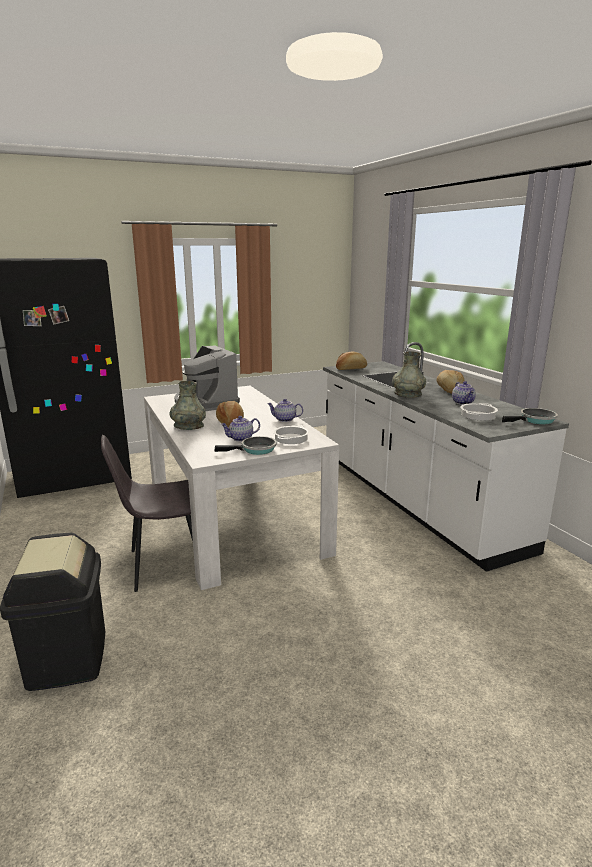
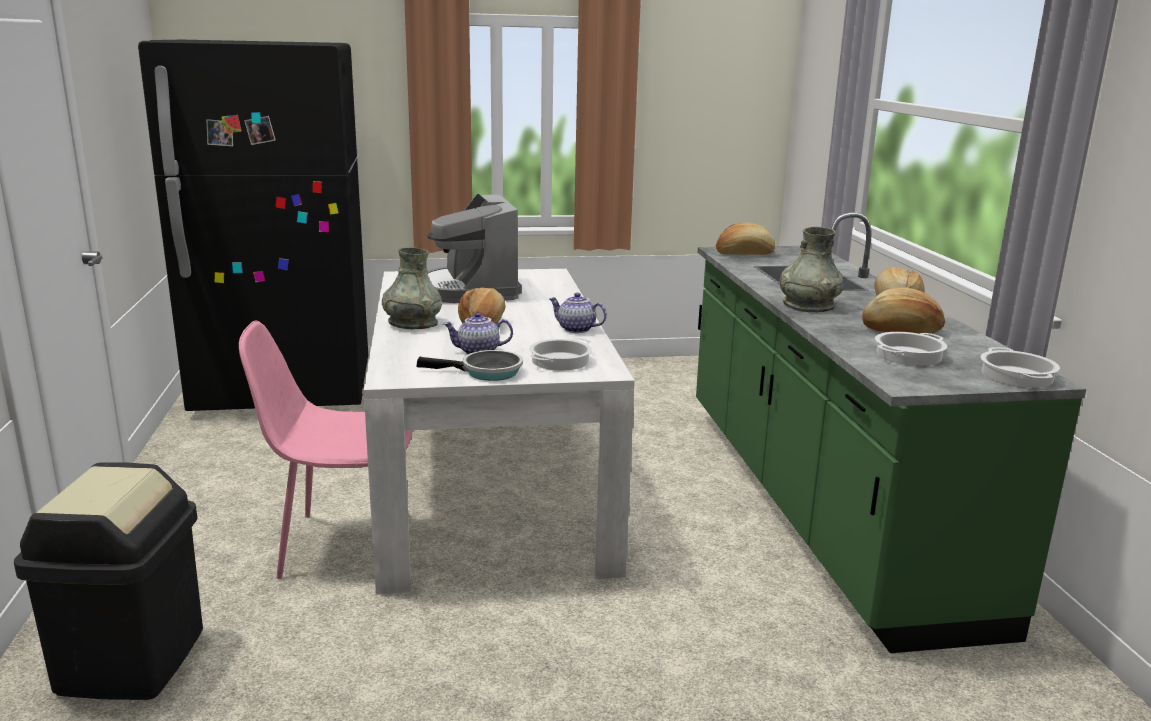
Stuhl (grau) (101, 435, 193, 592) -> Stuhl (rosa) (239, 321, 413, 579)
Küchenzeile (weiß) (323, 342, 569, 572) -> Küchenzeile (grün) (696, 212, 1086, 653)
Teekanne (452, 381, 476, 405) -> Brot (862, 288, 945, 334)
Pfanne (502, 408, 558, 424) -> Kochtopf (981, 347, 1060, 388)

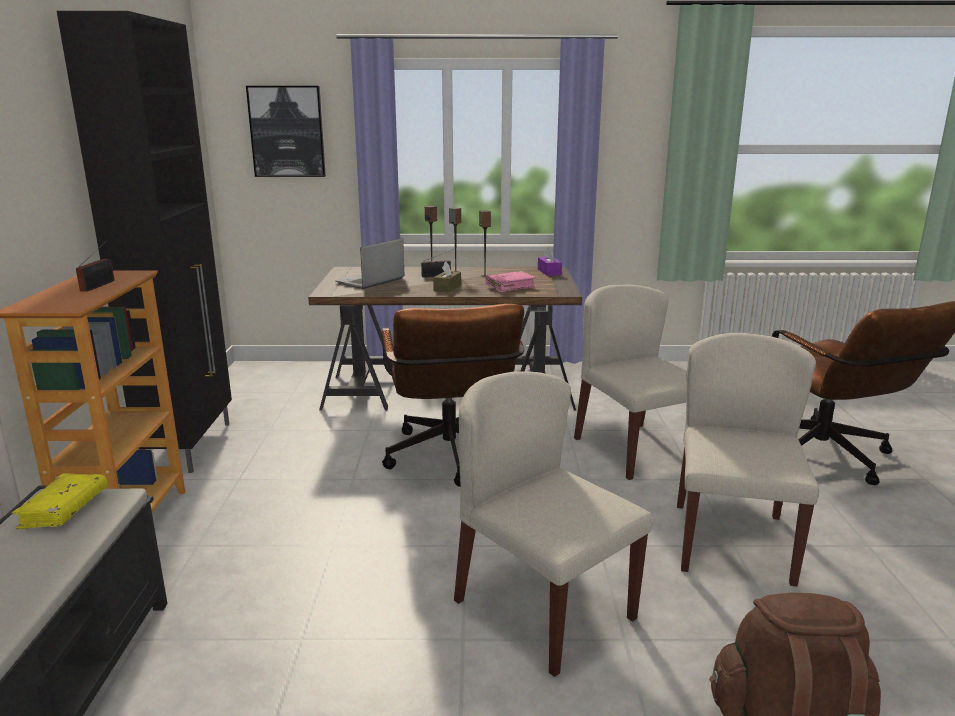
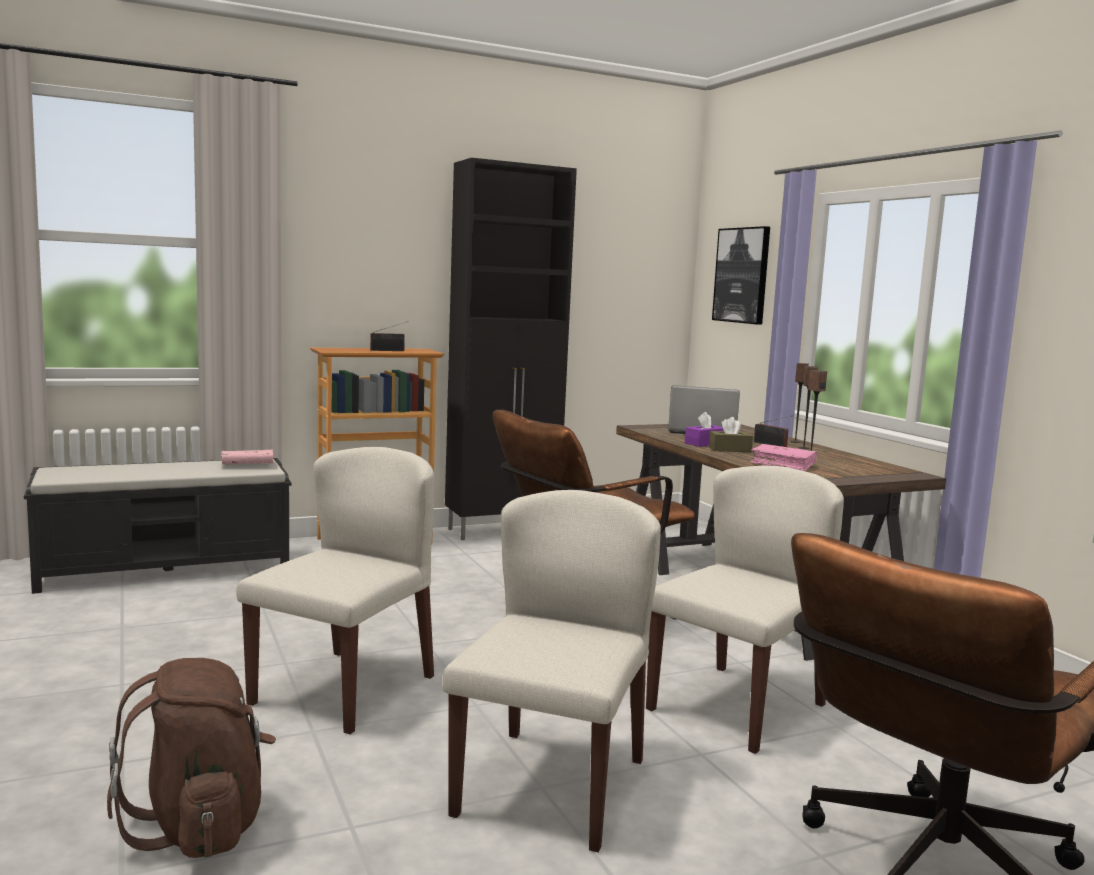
Buch (gelb) (11, 473, 107, 529) -> Buch (rosa) (221, 449, 274, 465)
Stuhl (beige) (677, 333, 819, 587) -> Stuhl (beige) (443, 490, 661, 852), 60 degrees counterclockwise
Taschentuchbox (lila) (538, 248, 562, 276) -> Taschentuchbox (lila) (685, 412, 724, 447), relocated

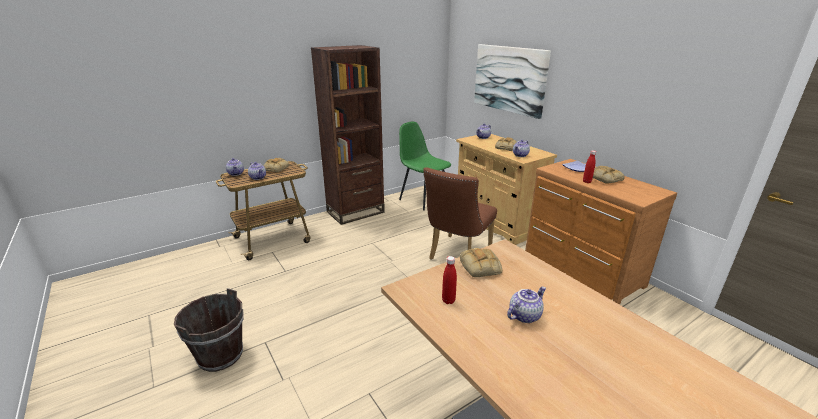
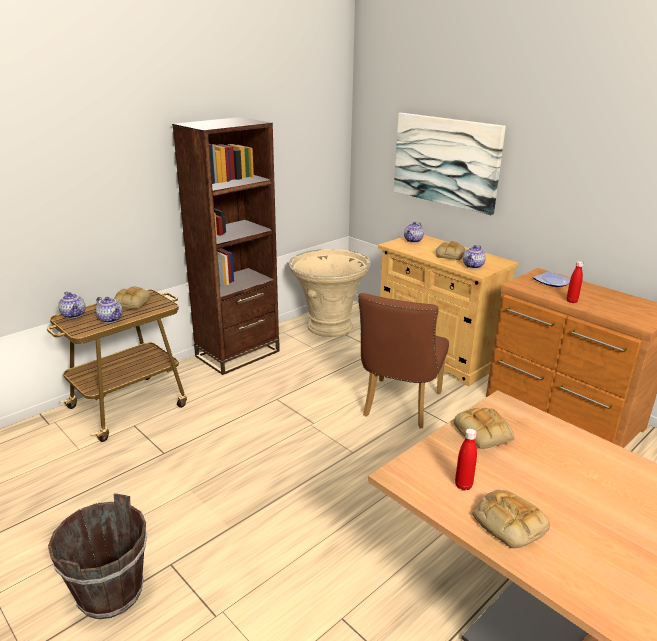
Stuhl (grün) (399, 122, 451, 211) -> Pflanzkübel (beige) (289, 249, 371, 337)
Brot (593, 166, 625, 184) -> Brot (472, 490, 550, 548), relocated
Teekanne (507, 287, 546, 323) -> none

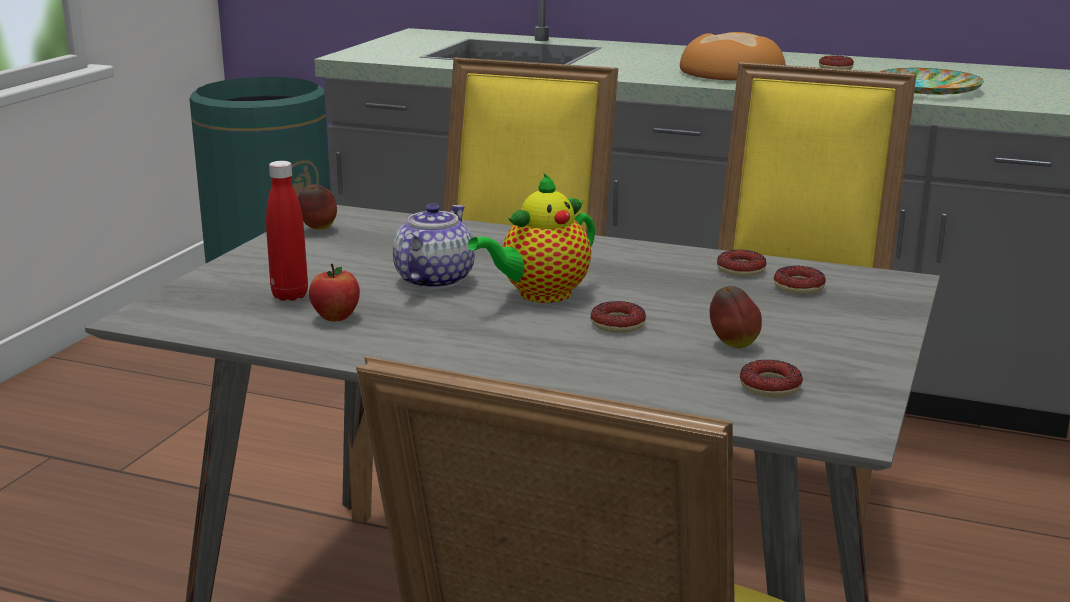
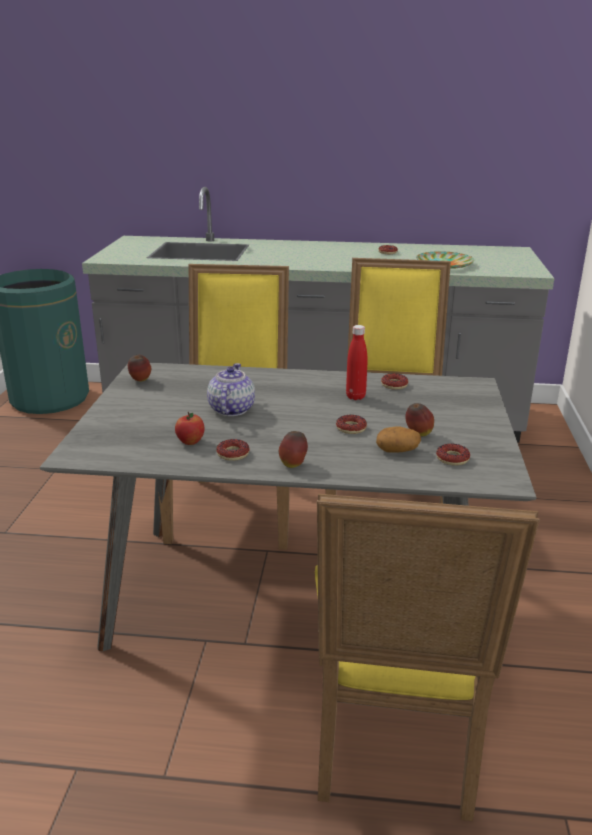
Donut (774, 266, 826, 294) -> Donut (216, 439, 250, 461), relocated
none -> Apfel (279, 431, 308, 468)
Flasche (rot) (266, 161, 308, 301) -> Flasche (rot) (346, 325, 368, 400), relocated
none -> Kartoffel (376, 426, 421, 453)
Teekanne (468, 173, 595, 303) -> none
Brot (680, 32, 786, 81) -> none

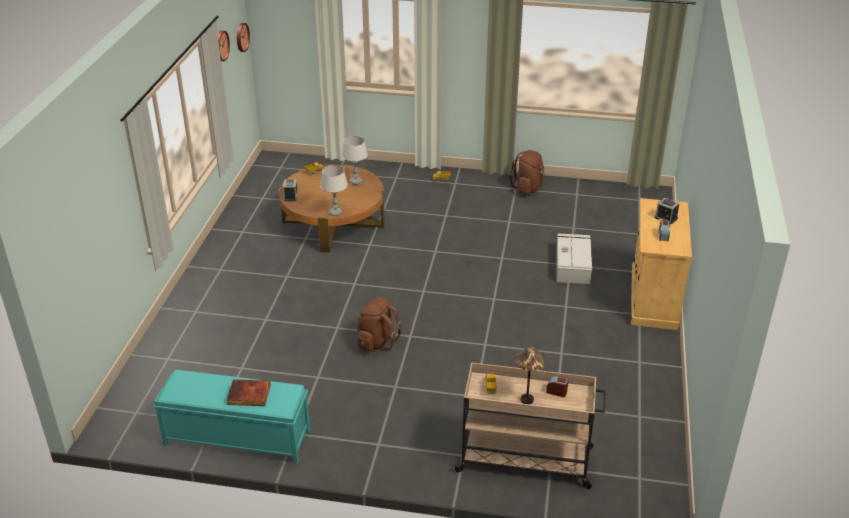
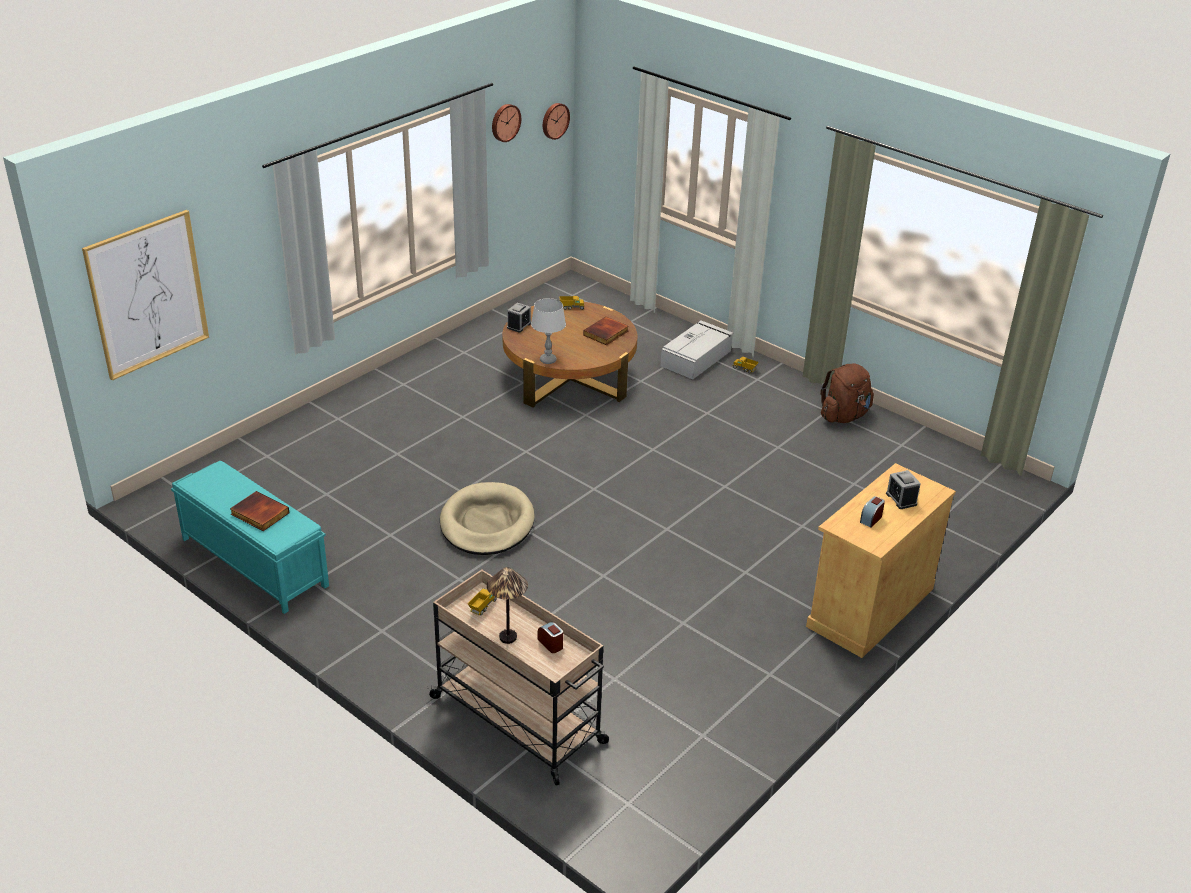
none -> Bild (82, 210, 209, 381)
Rucksack (braun) (357, 297, 402, 352) -> Hundebett (beige) (440, 482, 535, 555)
Tischlampe (grau) (342, 136, 368, 185) -> Buch (583, 317, 628, 345)
Aufbewahrungsbox (grau) (556, 233, 592, 284) -> Aufbewahrungsbox (grau) (660, 320, 733, 379), relocated

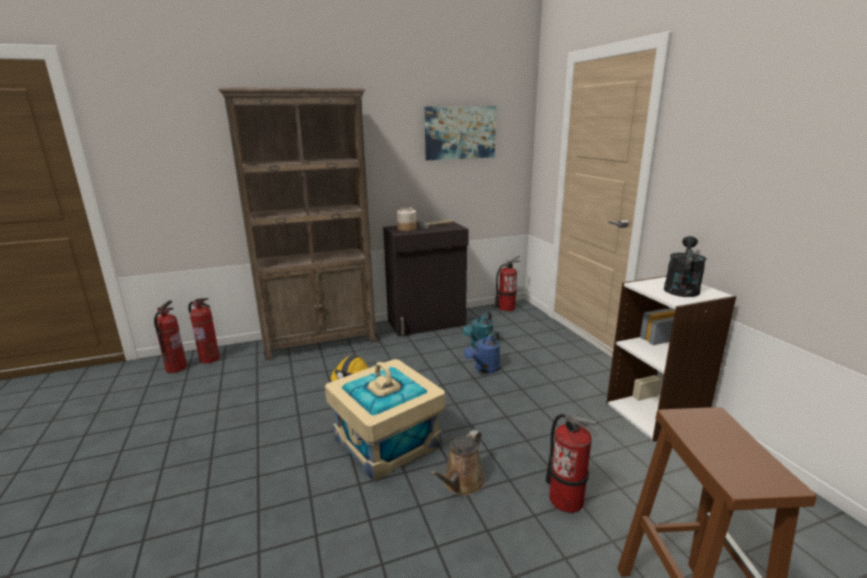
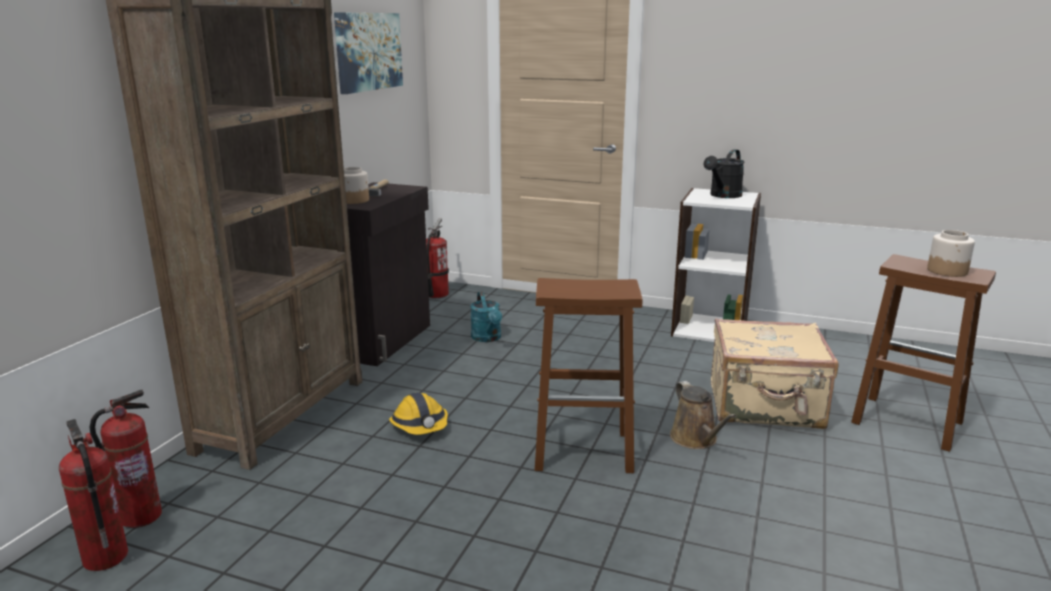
Aufbewahrungsbox (beige) (325, 359, 445, 482) -> Hocker (braun) (535, 278, 642, 473)
Gießkanne (schwarz) (664, 236, 707, 297) -> Gießkanne (schwarz) (704, 149, 745, 198), 120 degrees counterclockwise
Feuerlöscher (546, 414, 598, 513) -> Koffer (beige) (711, 318, 838, 429)
none -> Vorratsglas (927, 230, 975, 277)
Gießkanne (blau) (464, 331, 500, 374) -> none

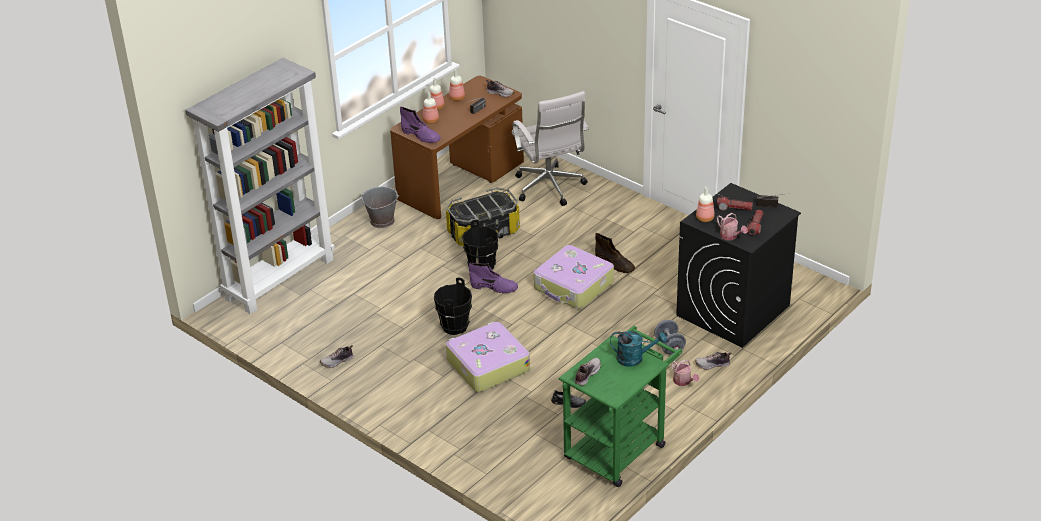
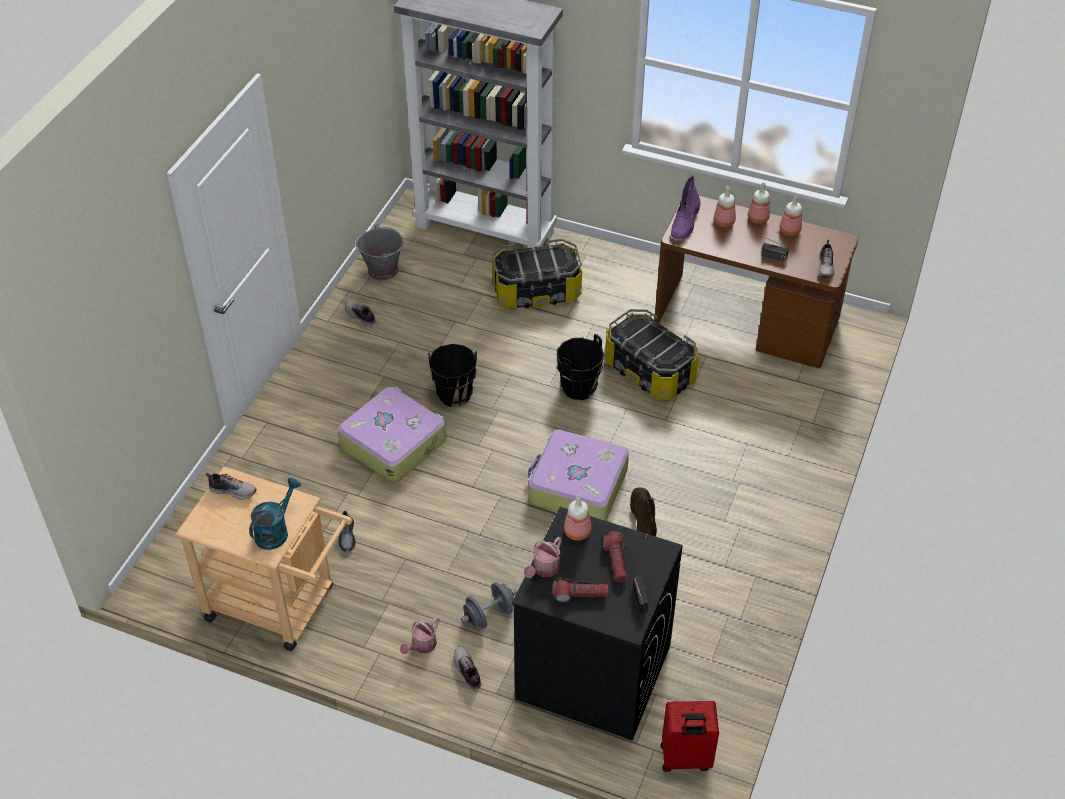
Rollwagen (grün) (559, 326, 682, 487) -> Rollwagen (beige) (175, 466, 352, 651)
Gießkanne (türkis) (610, 331, 667, 367) -> Gießkanne (türkis) (249, 478, 301, 550), 135 degrees counterclockwise
Eimer (grau) (361, 187, 399, 228) -> Eimer (grau) (355, 224, 404, 281), relocated
none -> Aufbewahrungsbox (492, 239, 582, 309)
Stiefel (braun) (595, 233, 635, 273) -> Stiefel (braun) (630, 487, 657, 536), 150 degrees clockwise
none -> Koffer (rot) (661, 701, 719, 772)
Stiefel (lila) (469, 263, 518, 293) -> none
Bürostuhl (weiß) (512, 91, 589, 206) -> none

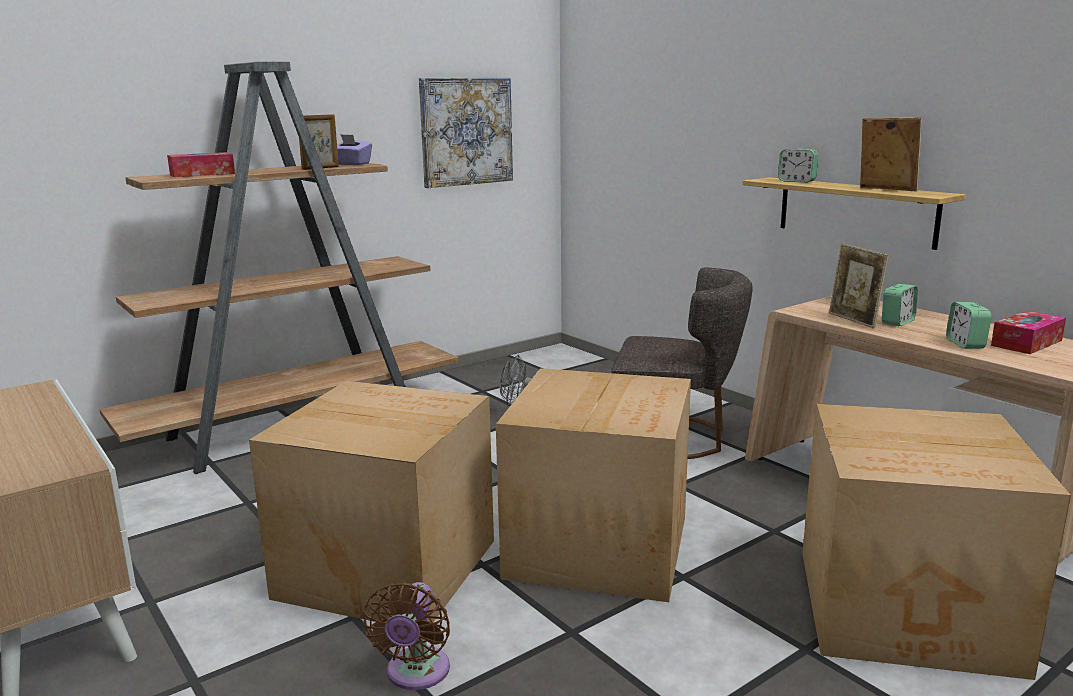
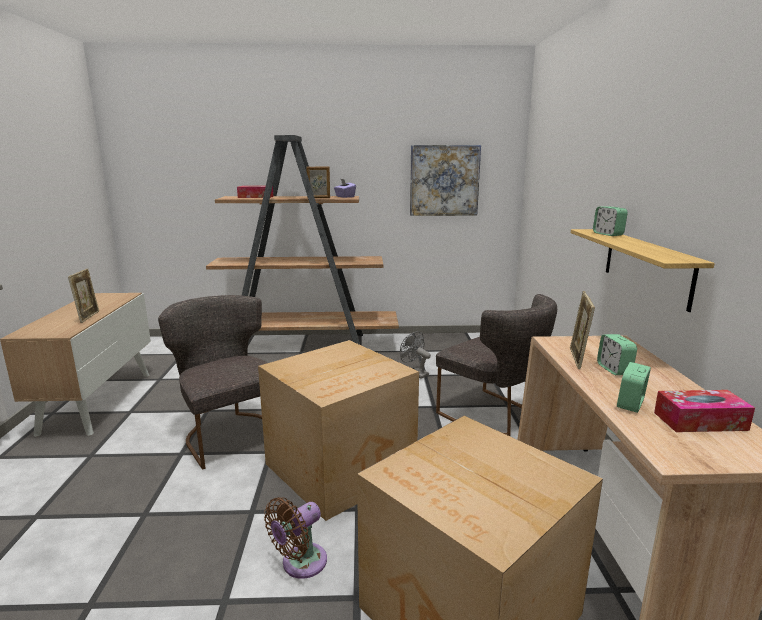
Bilderrahmen (860, 117, 922, 191) -> Bilderrahmen (68, 269, 99, 323), relocated
Karton (249, 381, 494, 622) -> Stuhl (grau) (158, 295, 268, 470)
Ventilator (braun) (363, 582, 450, 690) -> Ventilator (braun) (264, 497, 327, 579), relocated
Wecker (882, 284, 918, 326) -> Wecker (597, 334, 637, 375), 90 degrees clockwise

